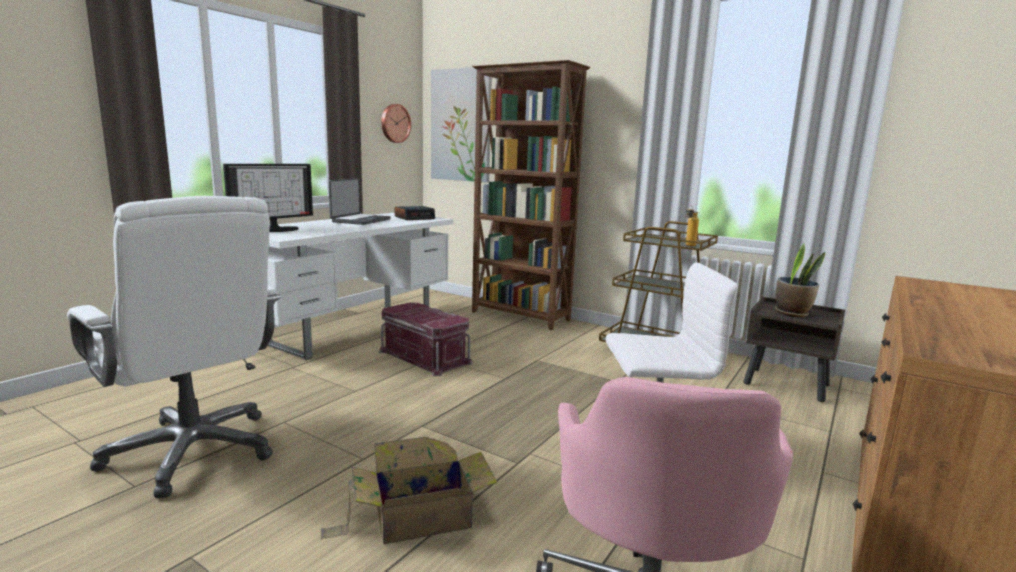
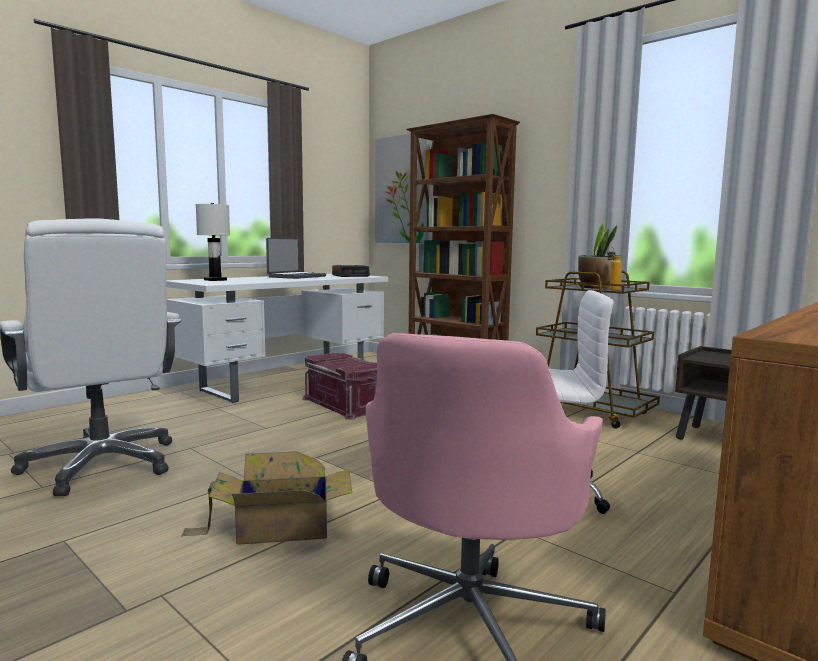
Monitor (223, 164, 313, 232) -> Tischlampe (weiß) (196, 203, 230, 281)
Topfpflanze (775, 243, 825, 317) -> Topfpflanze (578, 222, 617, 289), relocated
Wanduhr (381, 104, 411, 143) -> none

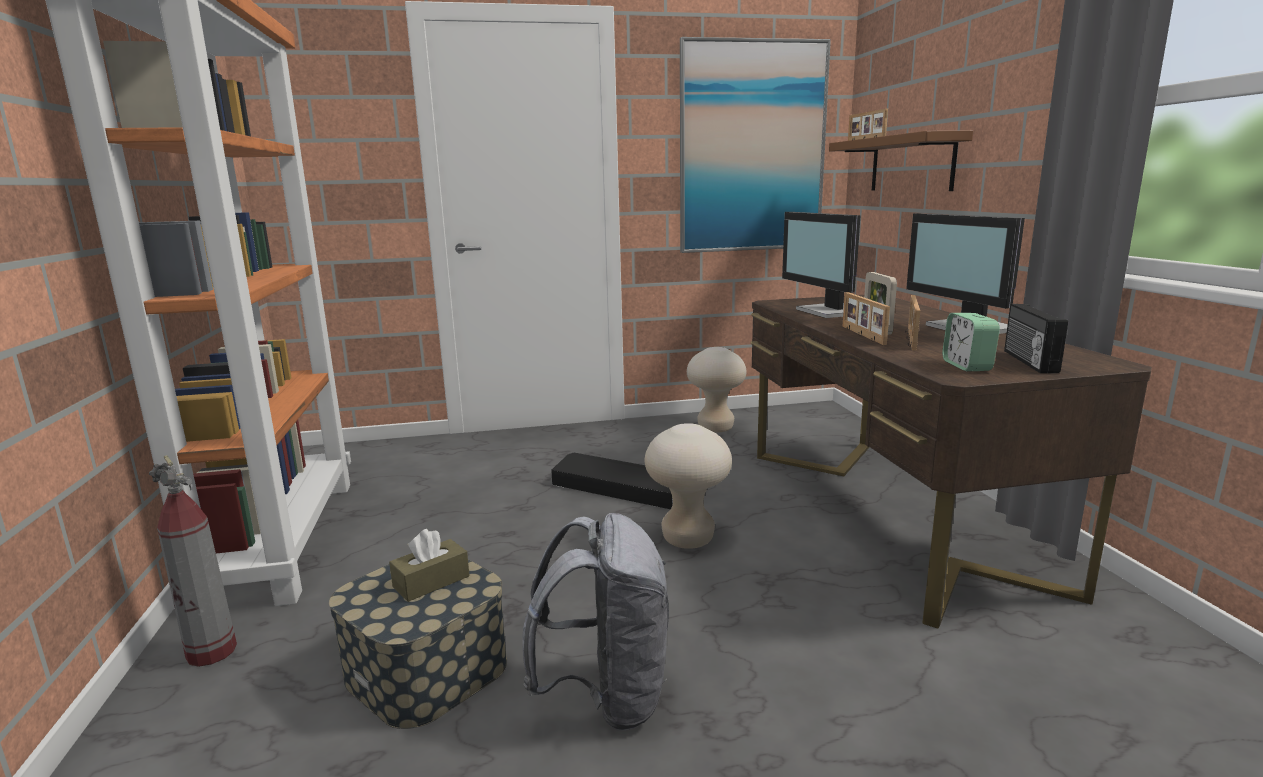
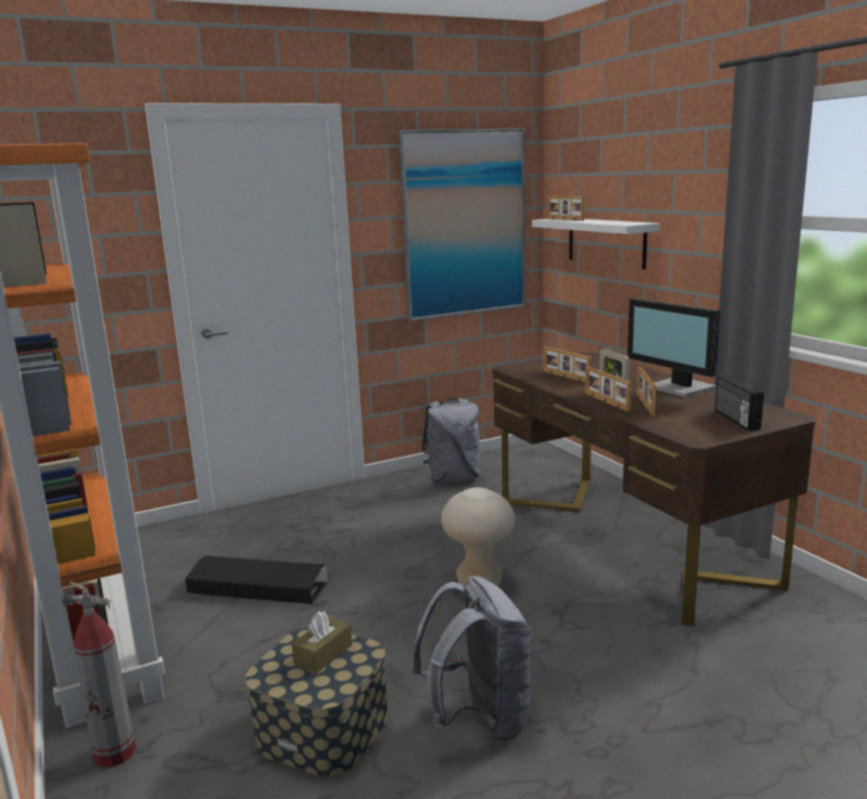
Aufbewahrungsbox (schwarz) (551, 453, 673, 509) -> Aufbewahrungsbox (schwarz) (185, 556, 328, 604), relocated
Hocker (beige) (687, 347, 747, 432) -> Rucksack (grau) (421, 398, 480, 483)
Wandregal (braun) (829, 130, 973, 191) -> Wandregal (weiß) (532, 219, 660, 269)
Monitor (782, 212, 861, 318) -> Bilderrahmen (543, 346, 591, 382)
Wecker (942, 313, 1000, 372) -> none

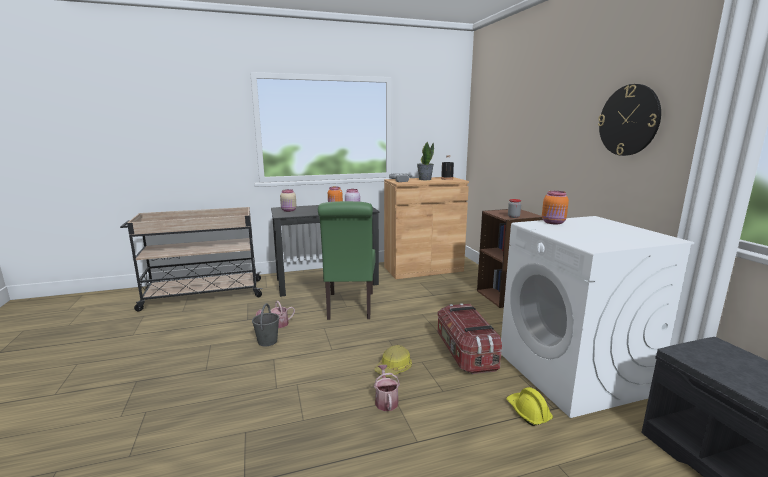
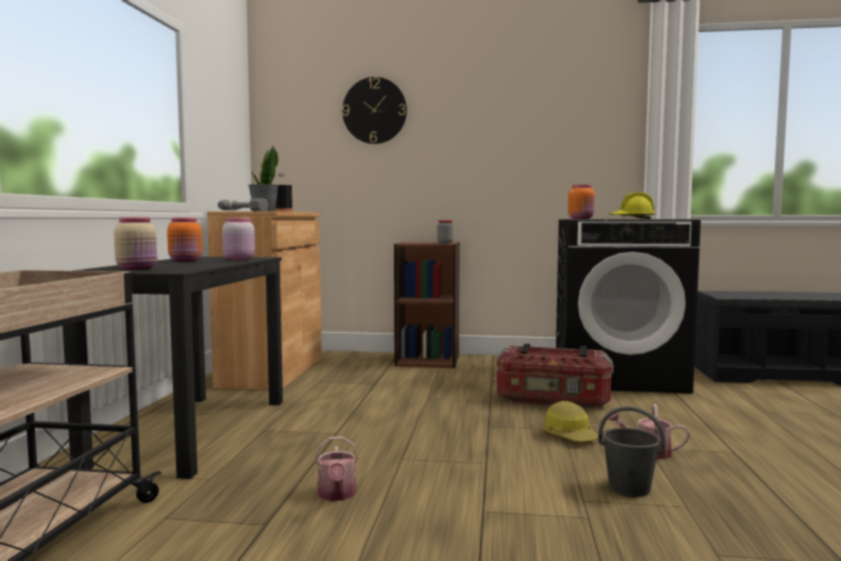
Wanduhr (598, 84, 661, 156) -> Wanduhr (342, 77, 407, 144), relocated
Waschmaschine (weiß) (501, 216, 694, 418) -> Waschmaschine (schwarz) (556, 219, 701, 394)
Eimer (grau) (252, 303, 279, 347) -> Eimer (grau) (598, 406, 666, 497), relocated
Schutzhelm (gelb) (506, 387, 553, 426) -> Schutzhelm (gelb) (609, 192, 656, 219), relocated
Stuhl (grün) (318, 201, 375, 320) -> none

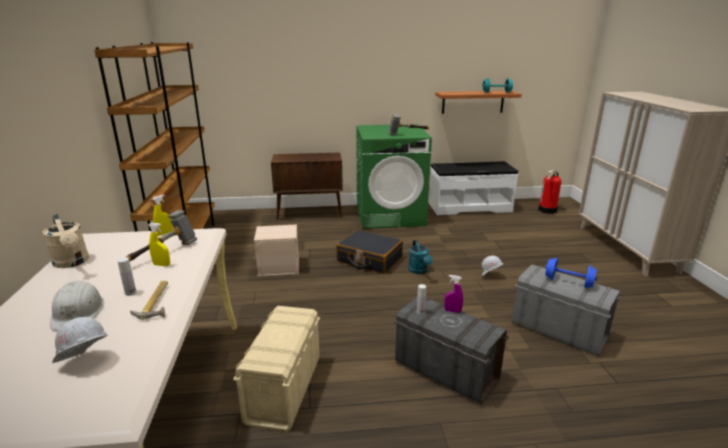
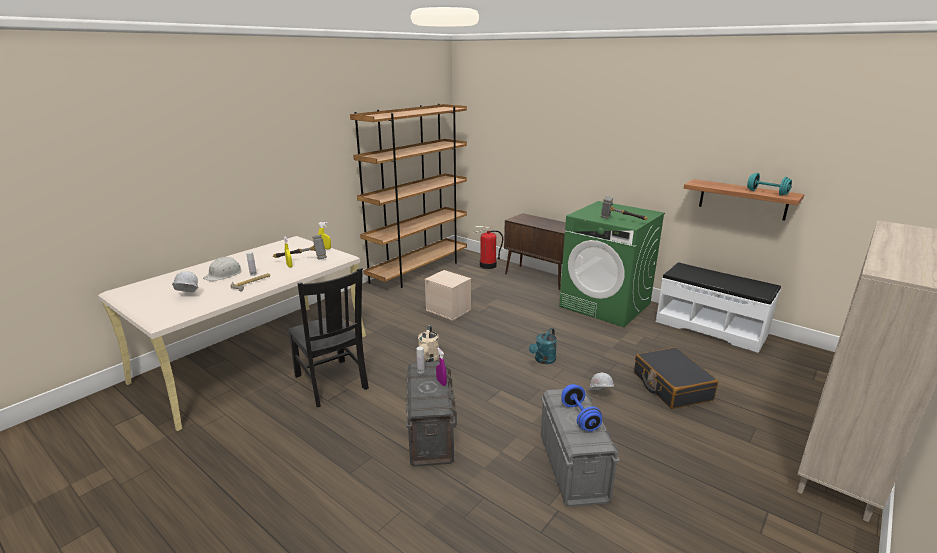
Aufbewahrungsbox (beige) (233, 306, 320, 431) -> Stuhl (schwarz) (288, 268, 369, 407)
Gießkanne (beige) (43, 214, 89, 268) -> Gießkanne (beige) (418, 325, 440, 362), relocated
Feuerlöscher (538, 170, 561, 214) -> Feuerlöscher (473, 226, 503, 269), relocated
Koffer (schwarz) (336, 229, 403, 274) -> Koffer (schwarz) (634, 347, 718, 409), relocated

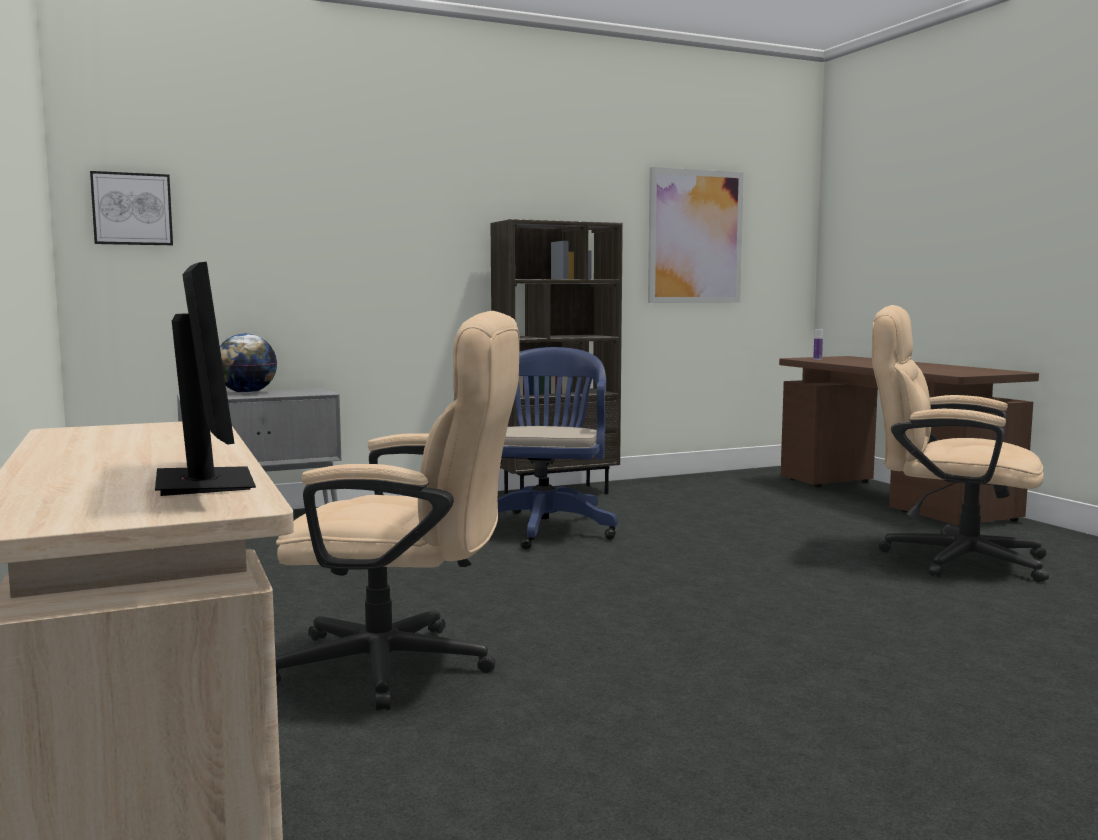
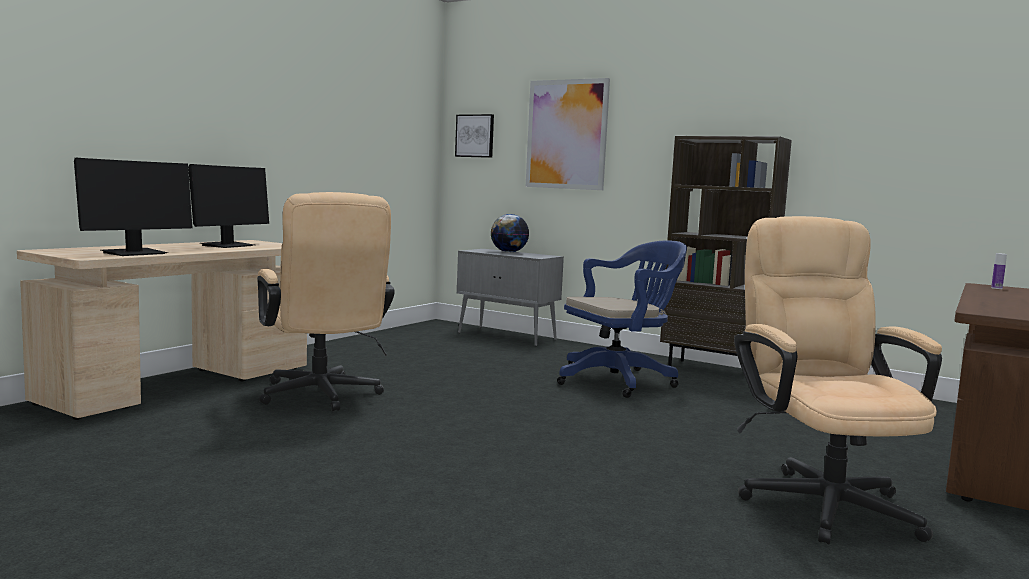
none -> Monitor (188, 164, 269, 248)
Bild (648, 167, 744, 303) -> Bild (526, 78, 610, 190), relocated

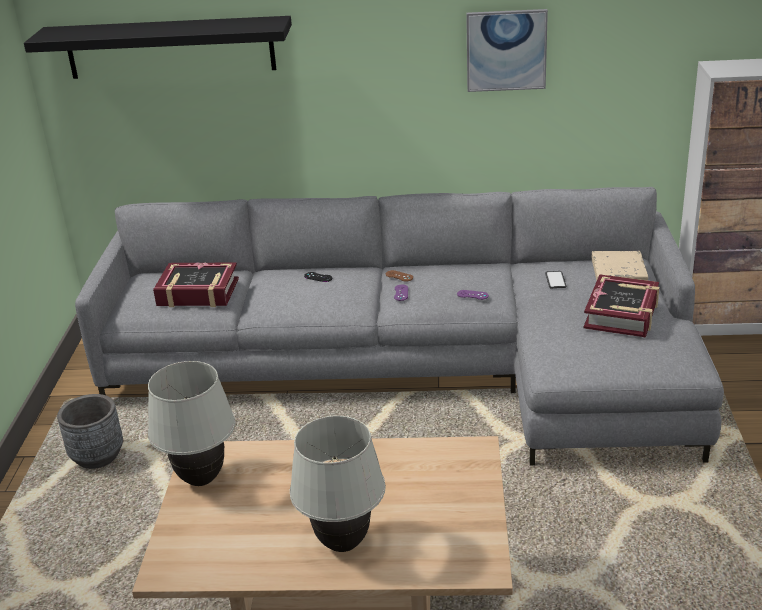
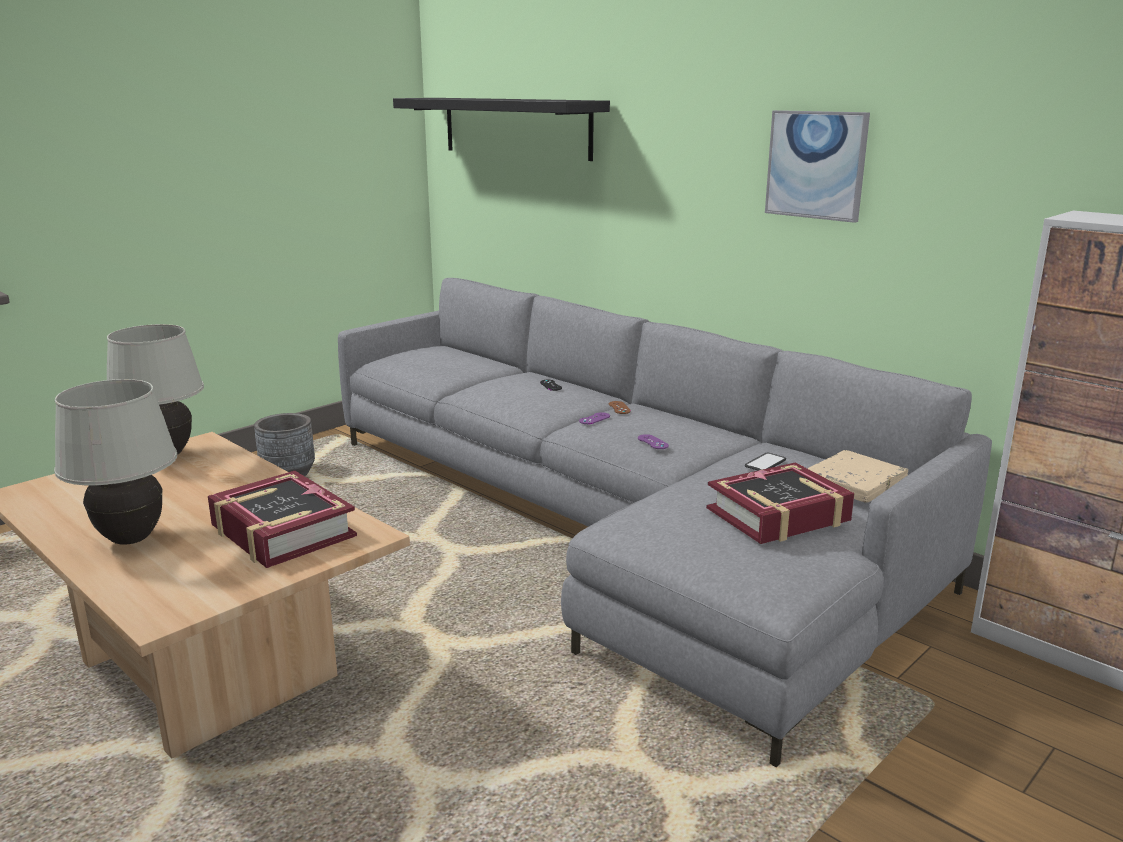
Buch (153, 262, 239, 307) -> Buch (208, 471, 357, 568), relocated

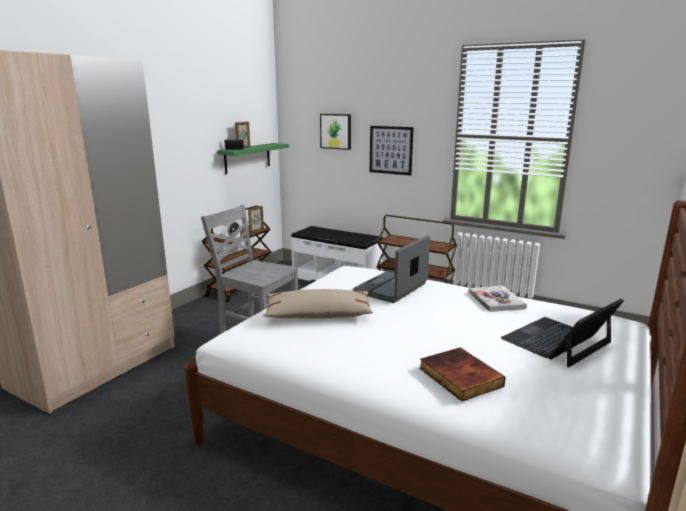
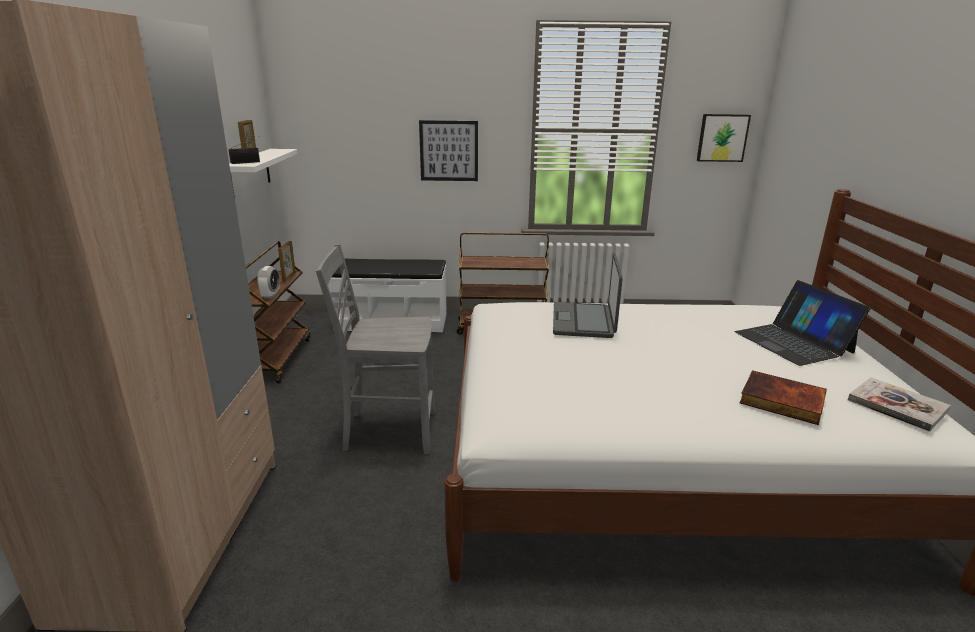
Wandregal (grün) (217, 143, 289, 174) -> Wandregal (weiß) (229, 149, 297, 197)
Bild (320, 114, 351, 150) -> Bild (697, 114, 751, 162), relocated
Laptop (501, 298, 624, 368) -> Laptop (735, 280, 871, 366), 45 degrees counterclockwise
Buch (469, 286, 527, 312) -> Buch (848, 377, 951, 432), relocated
Kissen (beige) (263, 289, 373, 318) -> none

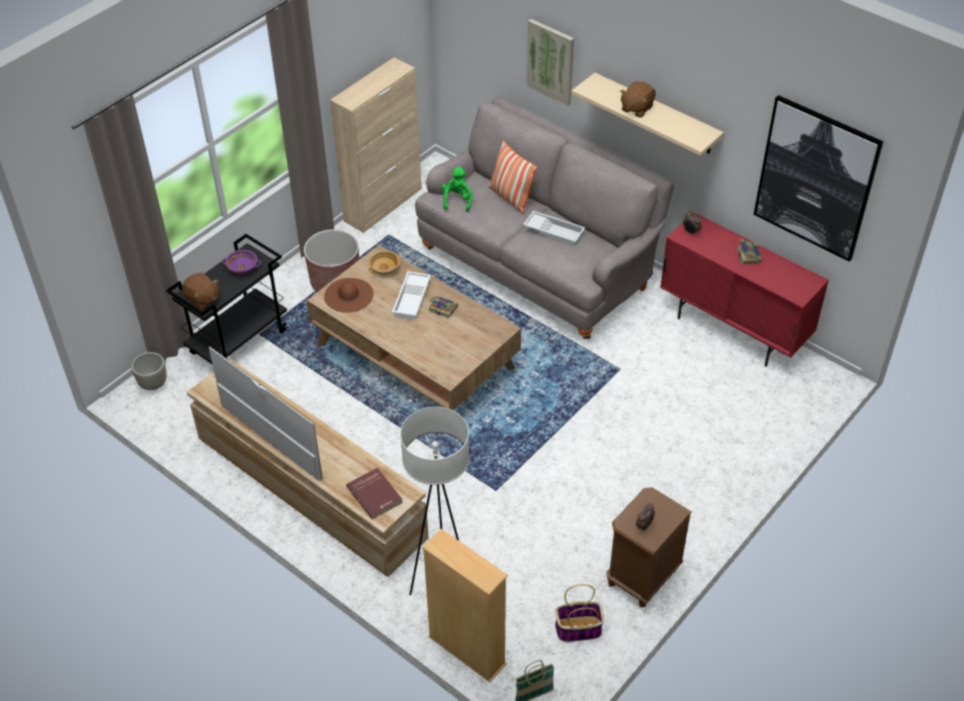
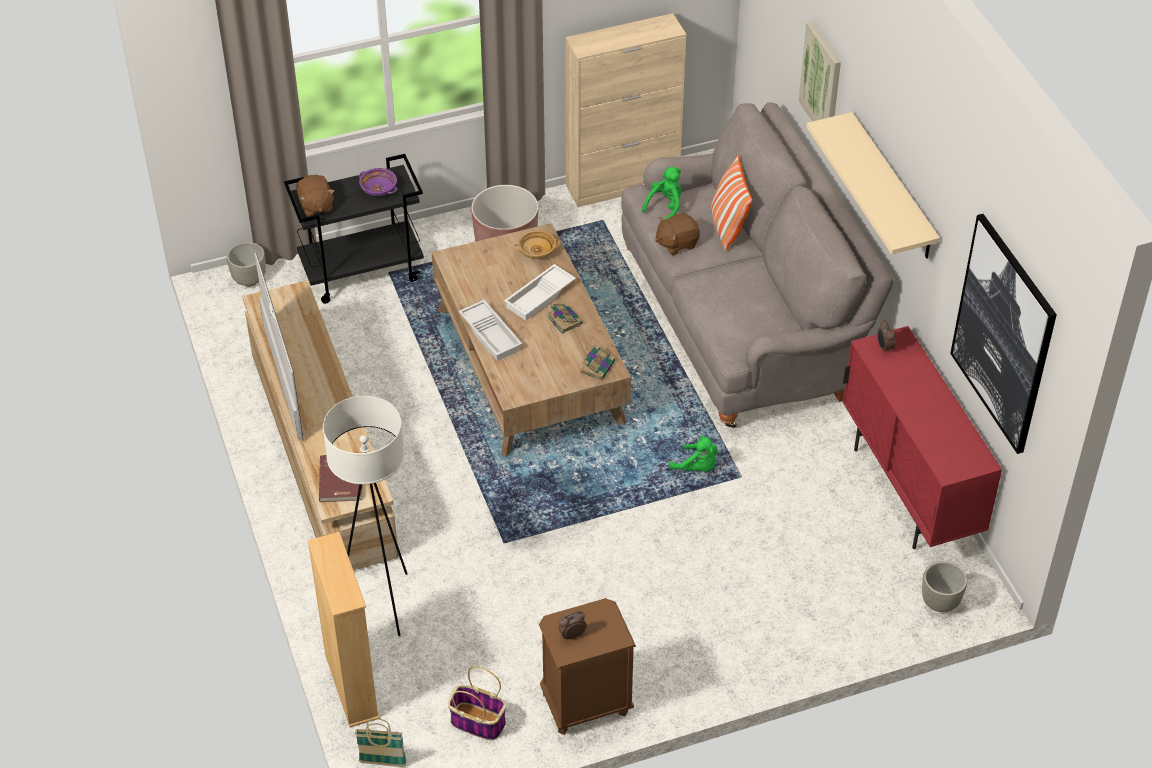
Tablett (weiß) (523, 211, 585, 247) -> Tablett (weiß) (458, 300, 522, 361), relocated
Buch (737, 239, 762, 264) -> Buch (580, 344, 615, 380), relocated
Plüschtier (braun) (620, 81, 656, 117) -> Plüschtier (braun) (655, 213, 700, 255), relocated
none -> Plüschtier (grün) (669, 435, 717, 472)
none -> Pflanzkübel (grau) (922, 561, 967, 612)
Hut (braun) (324, 278, 374, 313) -> none

